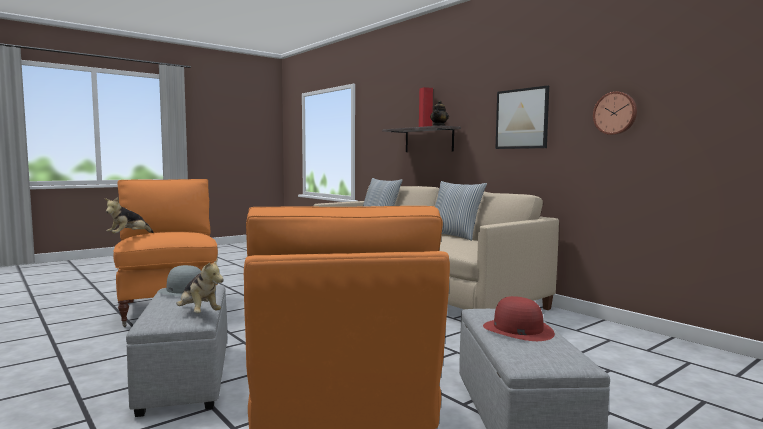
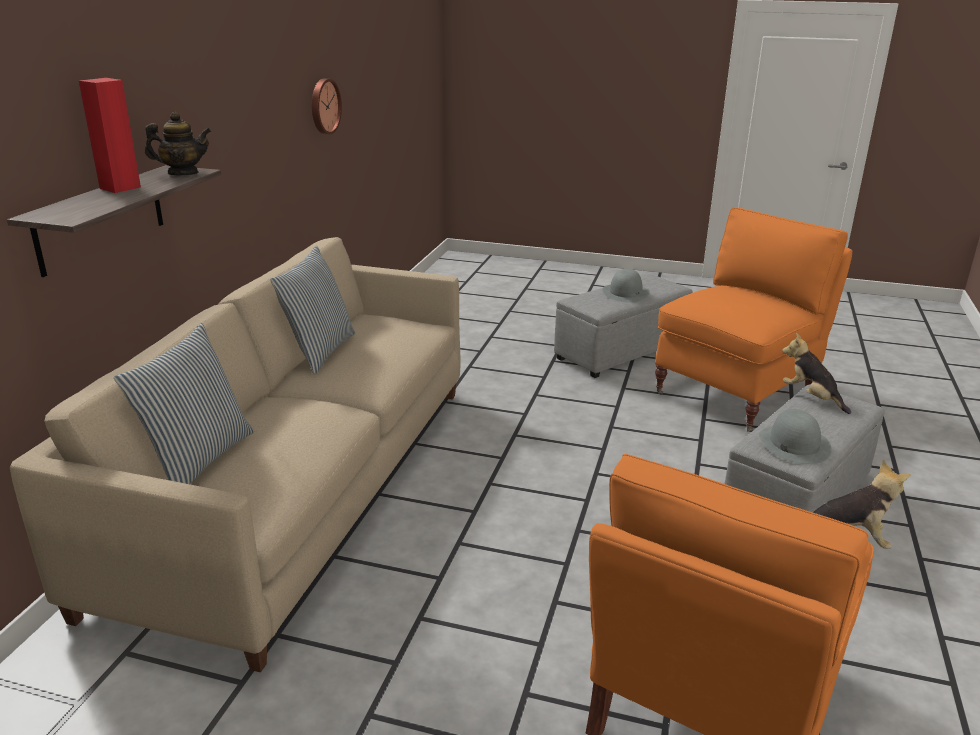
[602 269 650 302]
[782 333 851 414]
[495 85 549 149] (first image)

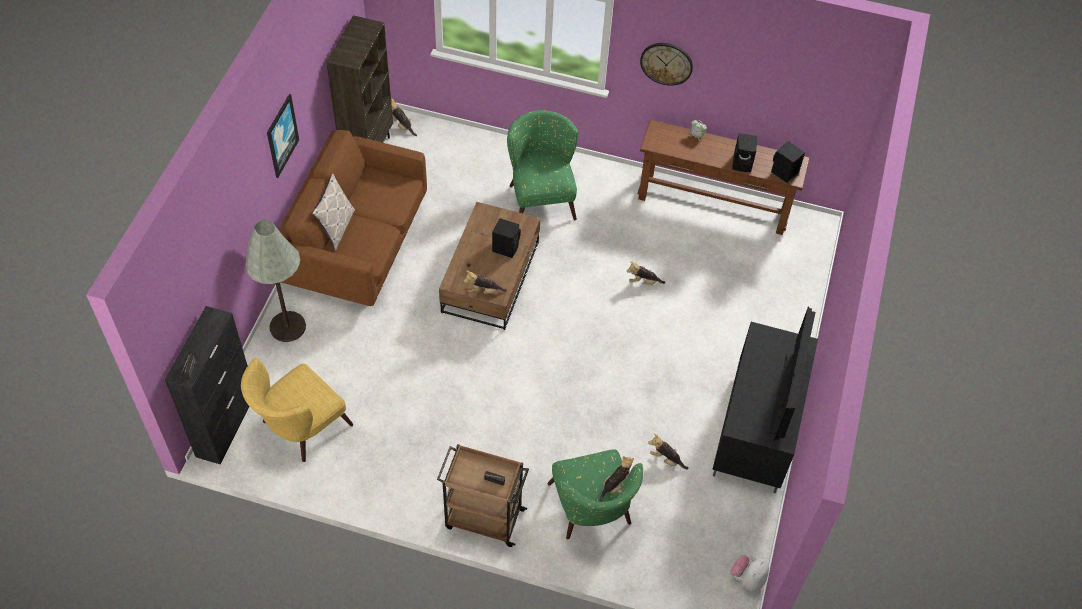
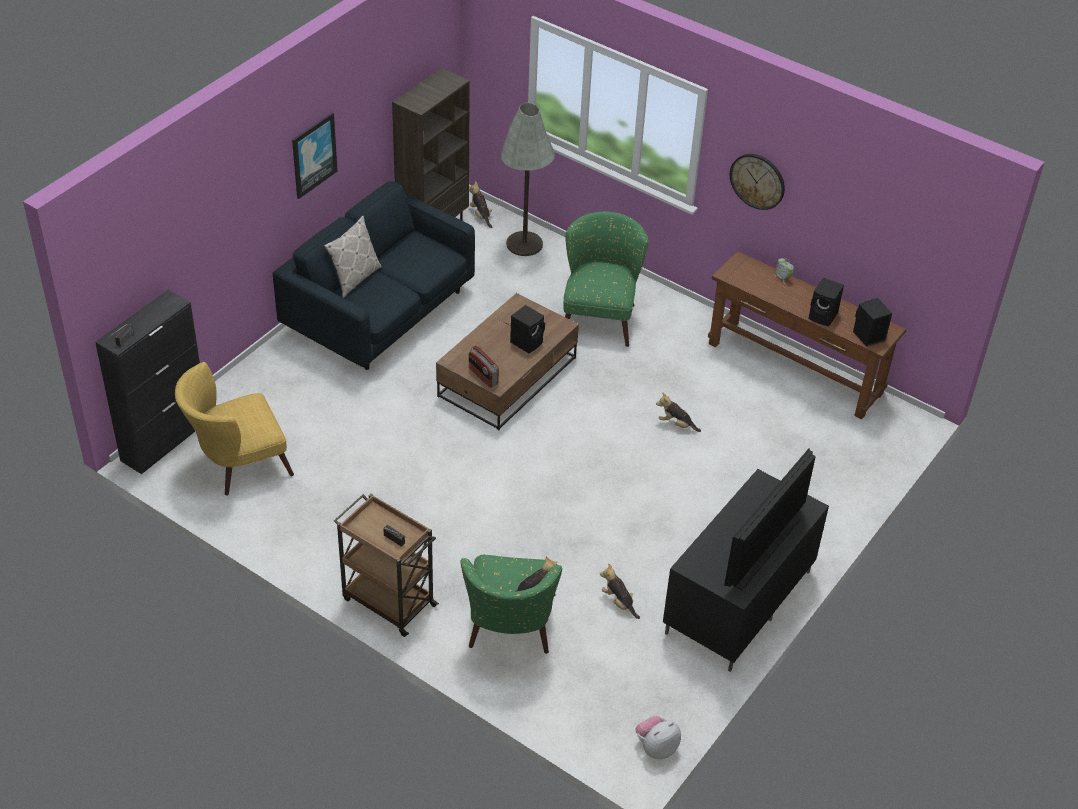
[273 181 475 370]
[469 346 499 388]
[501 103 555 256]

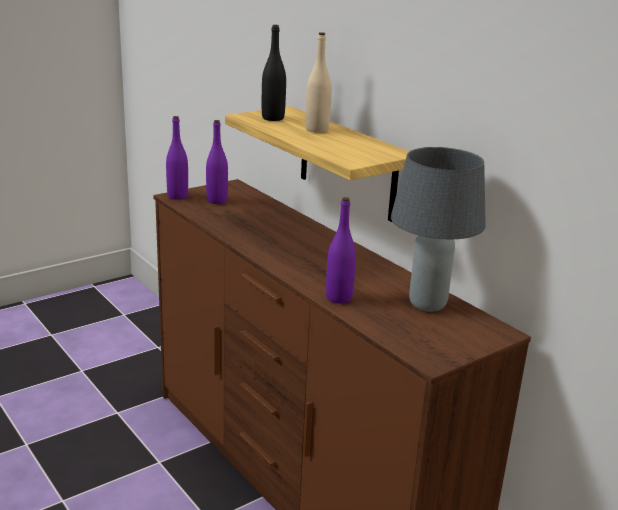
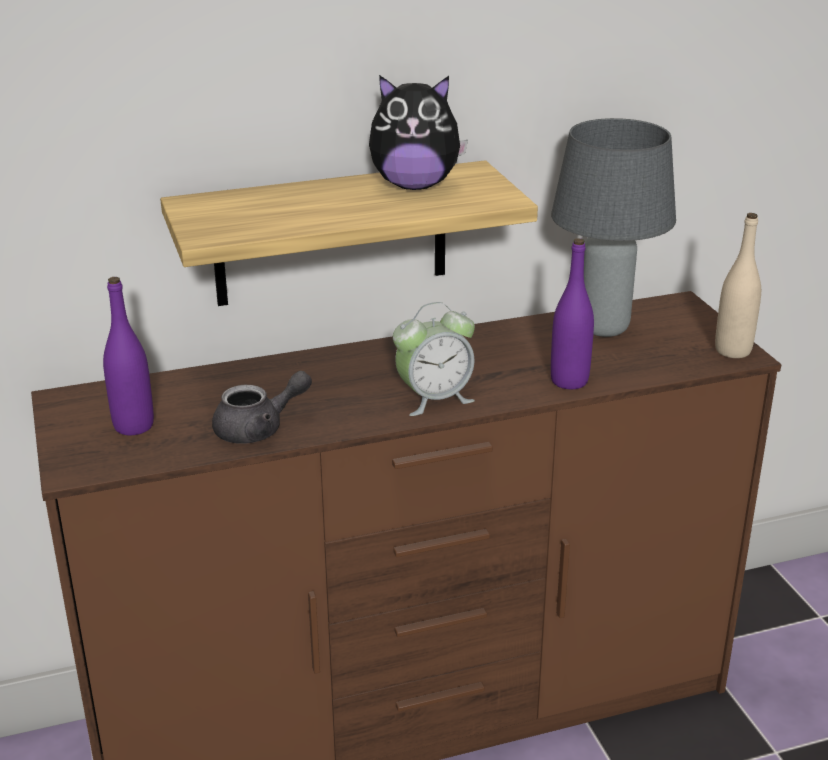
[212 371 312 444]
[369 75 468 190]
[393 302 475 416]
[715 213 761 358]
[166 116 188 200] (first image)
[262 25 286 121] (first image)

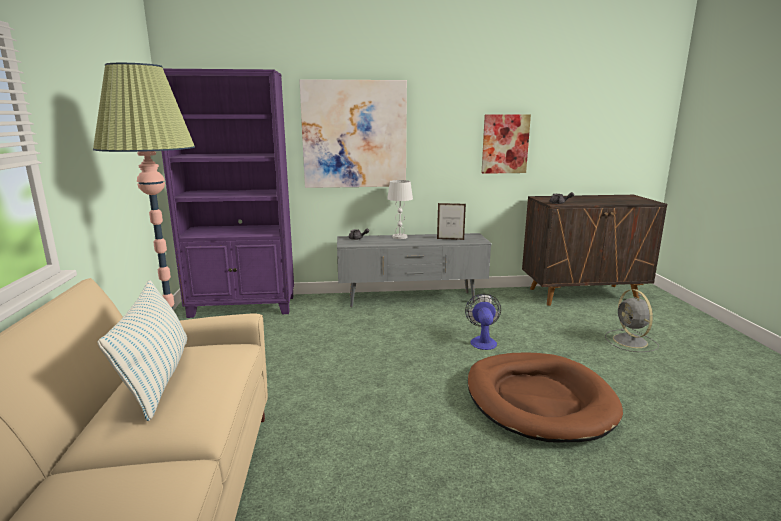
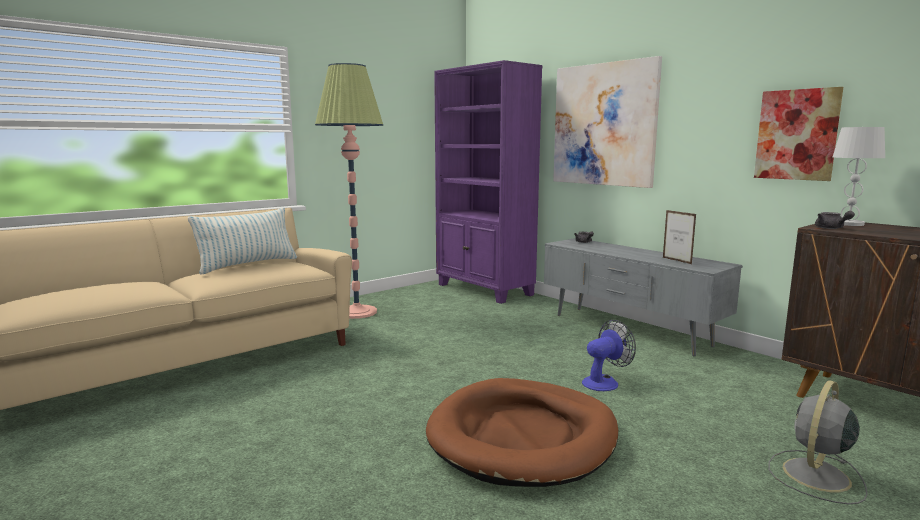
[833 127 885 226]

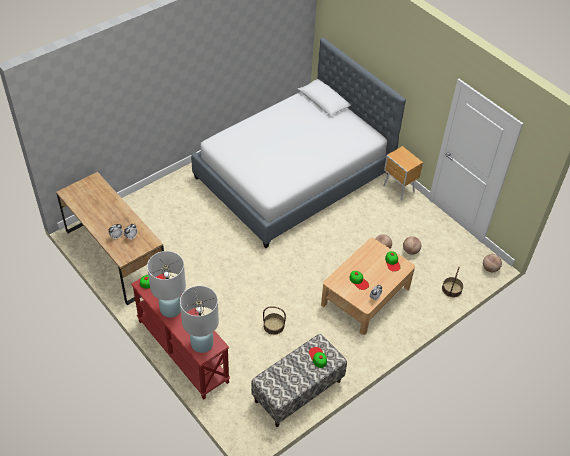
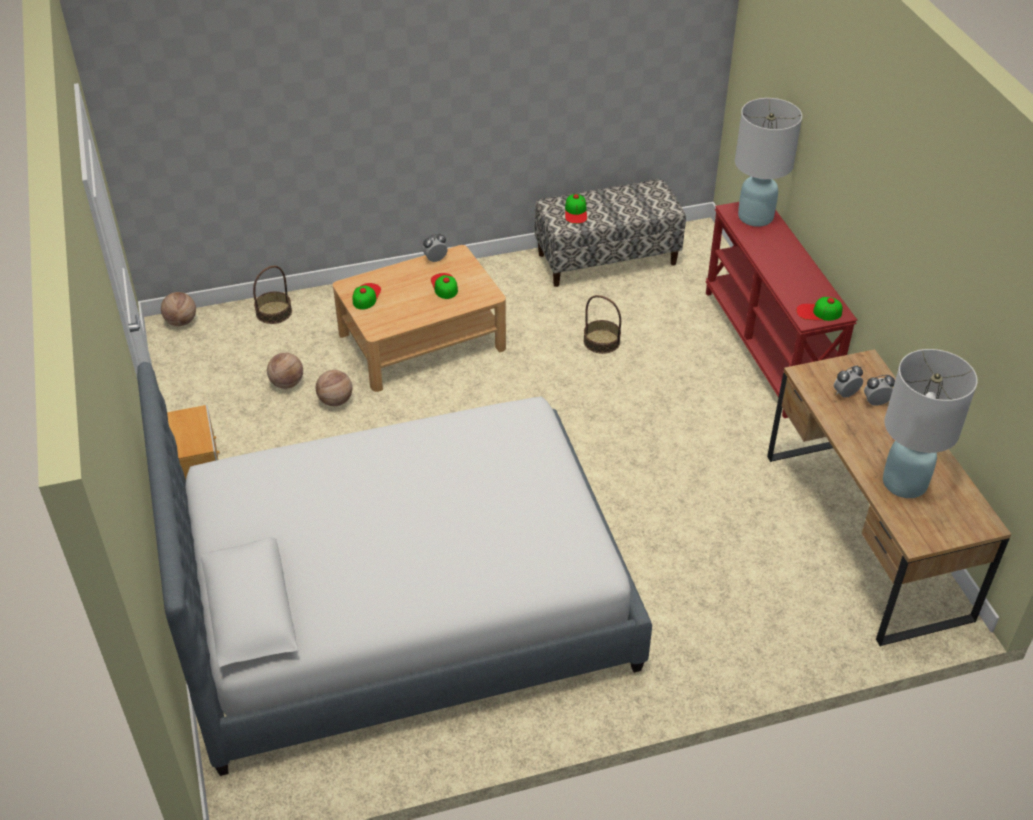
[883 349 978 498]

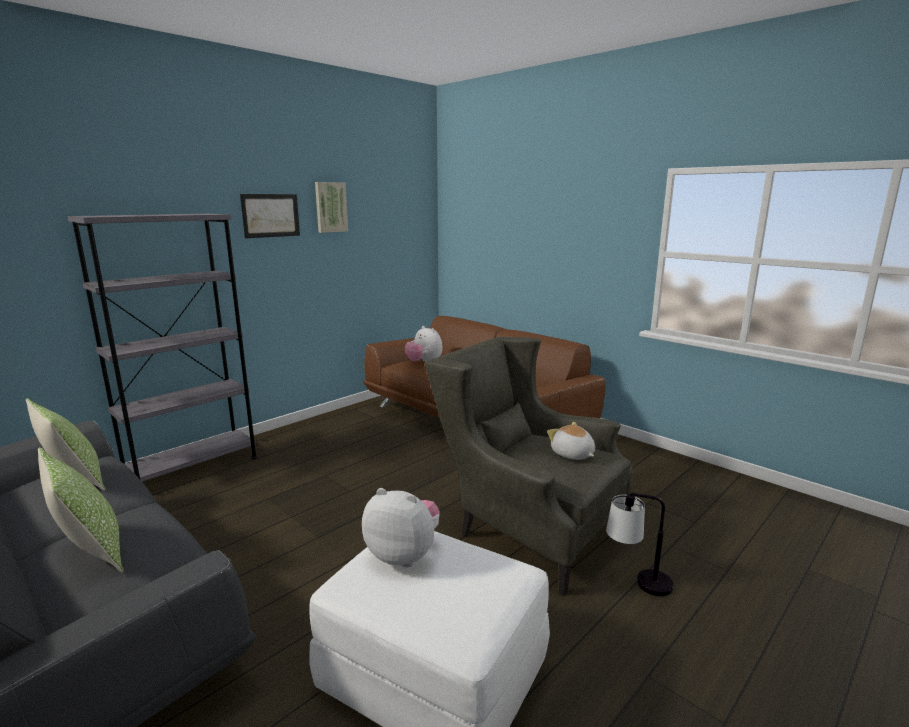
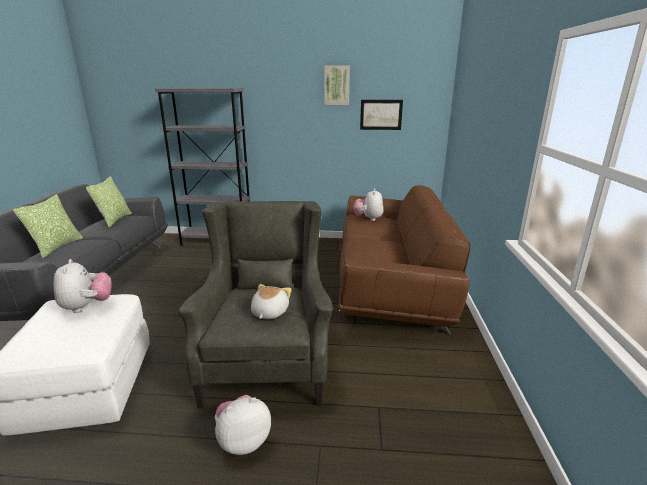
[215 395 271 455]
[360 100 403 130]

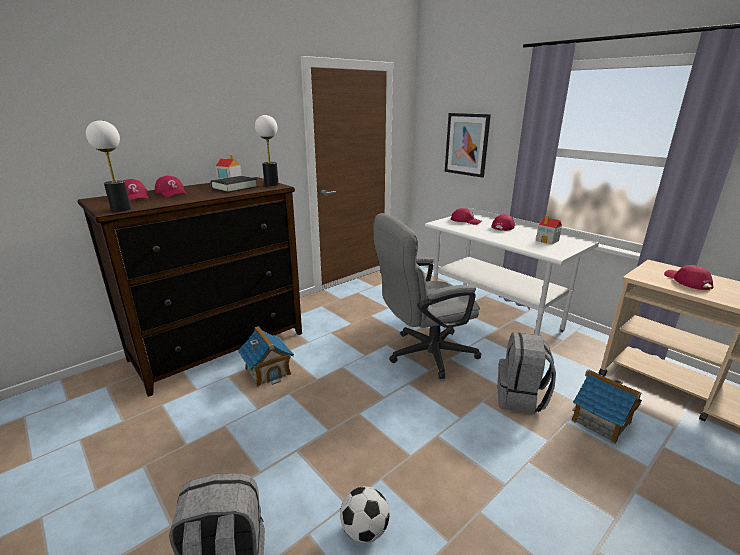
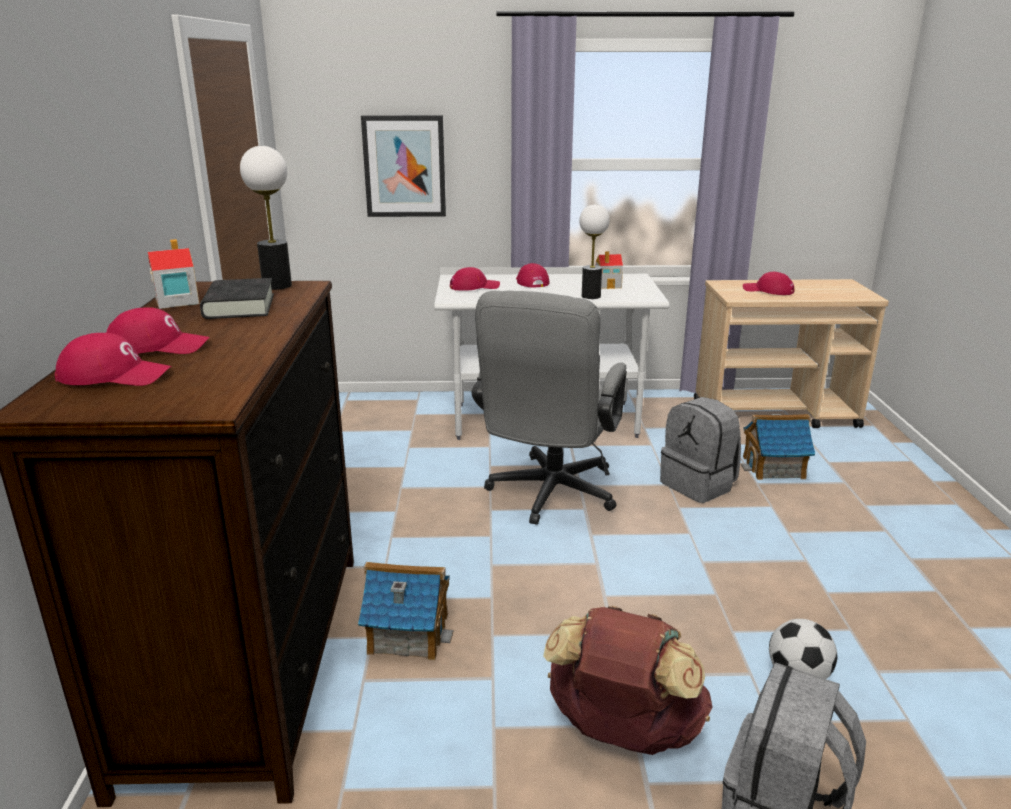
[543 606 712 755]
[579 204 610 299]

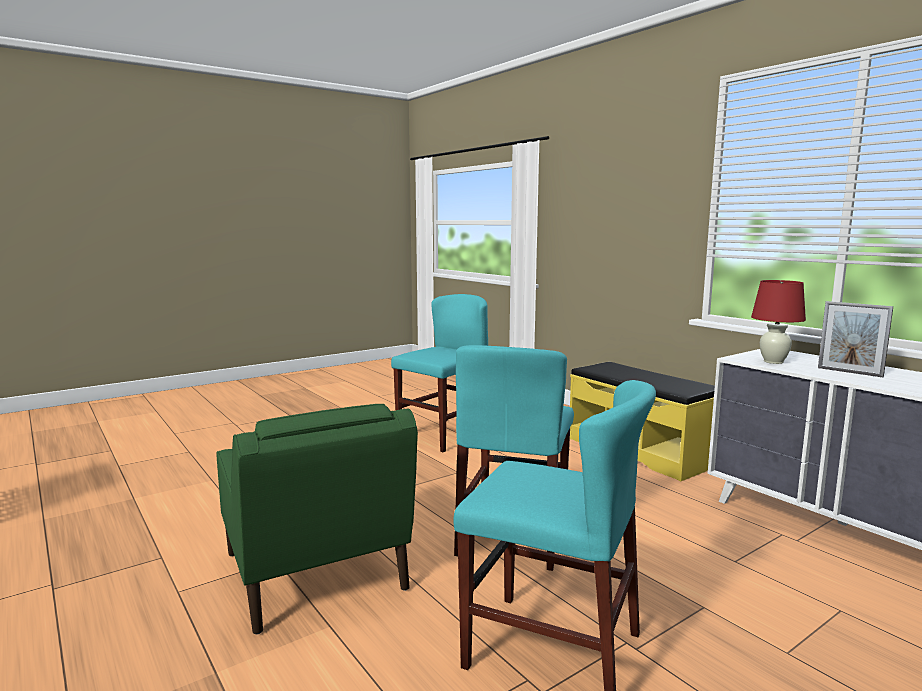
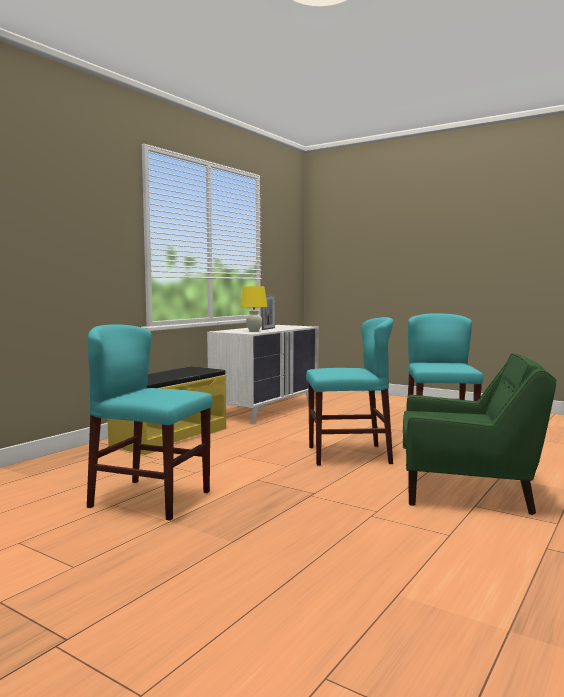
[240 286 268 332]
[403 353 557 515]

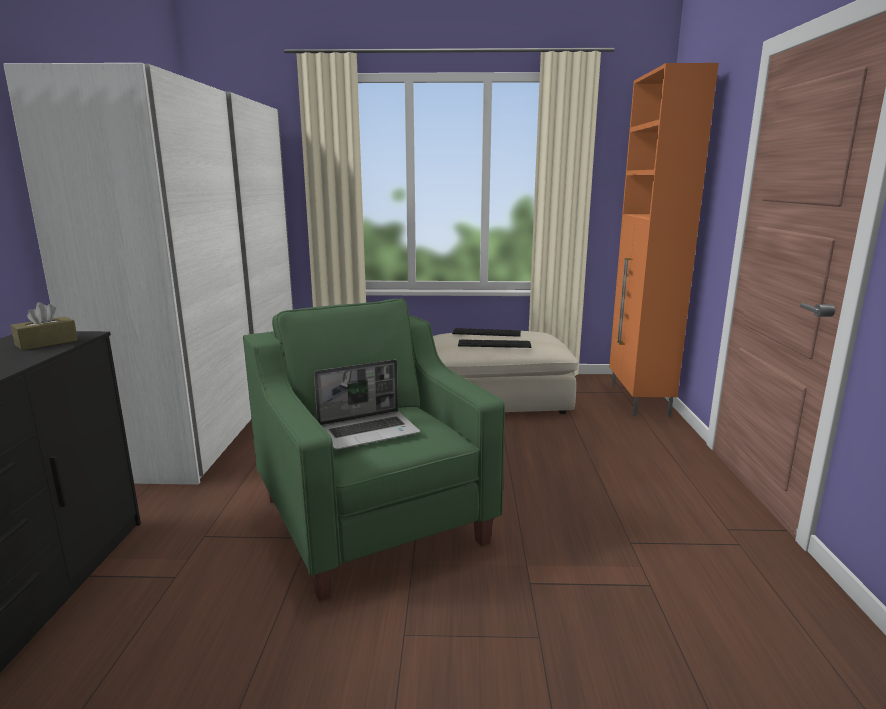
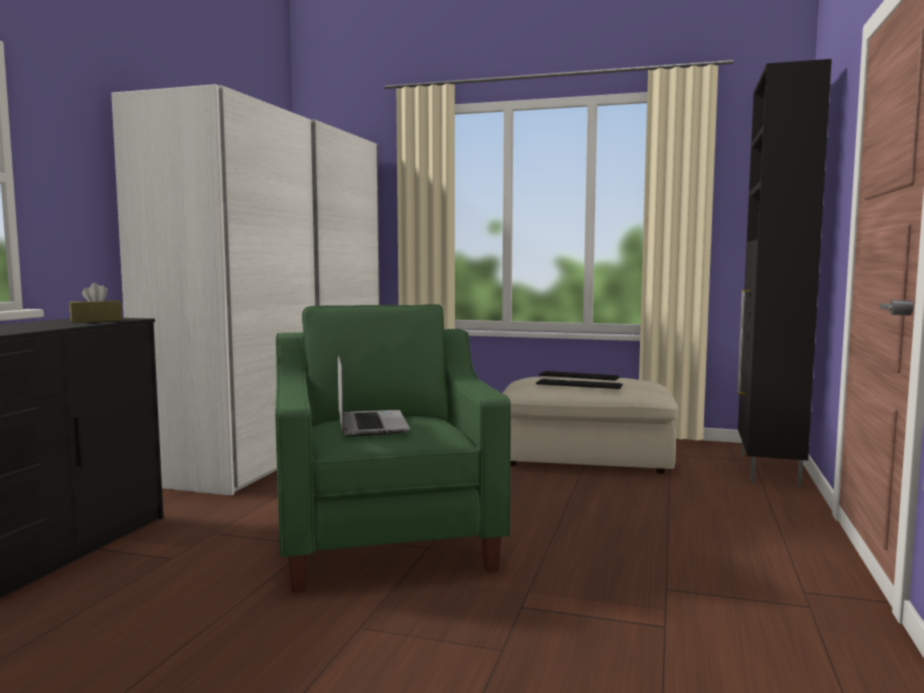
[338 355 410 437]
[737 59 832 486]

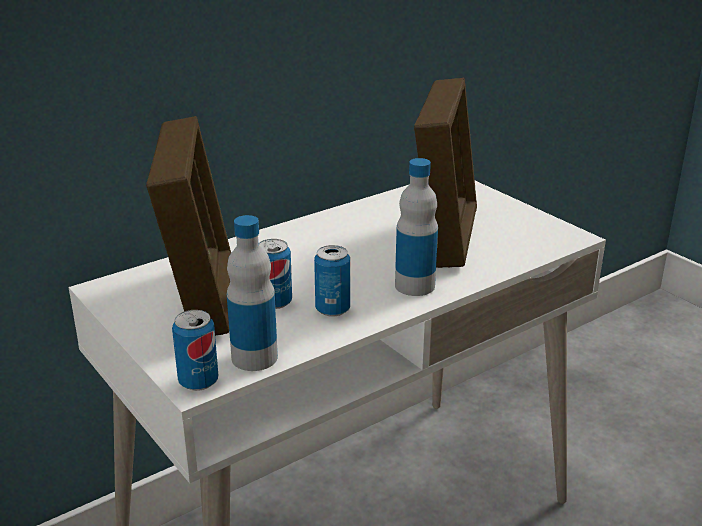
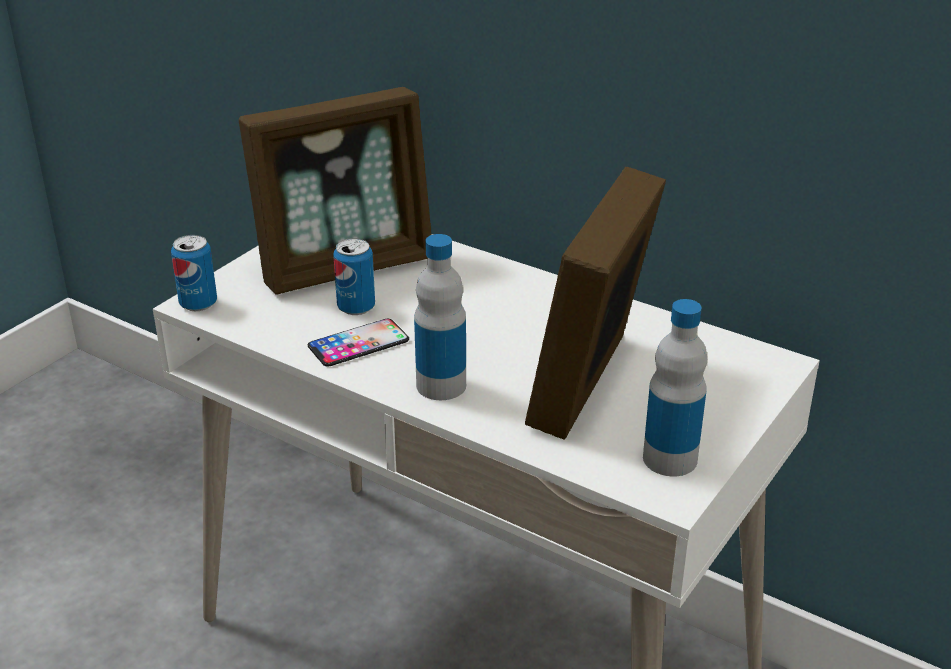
[308 319 409 367]
[525 167 666 440]
[643 299 707 476]

